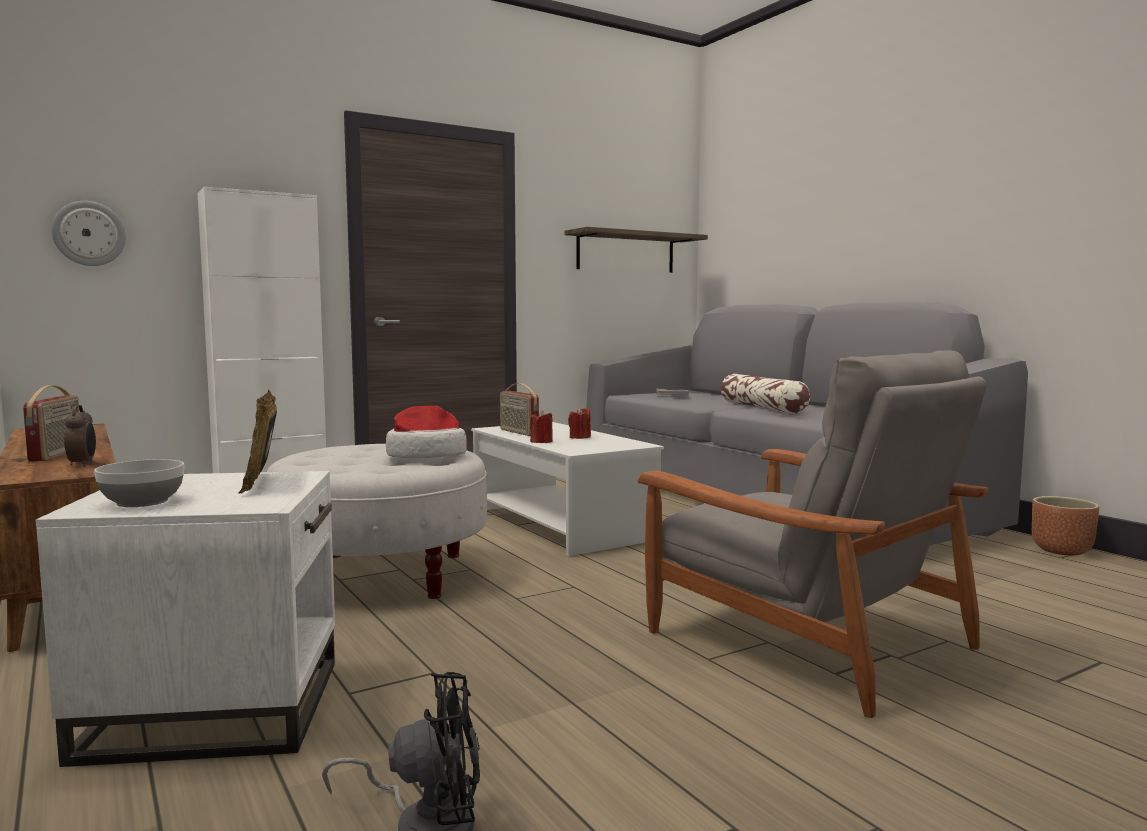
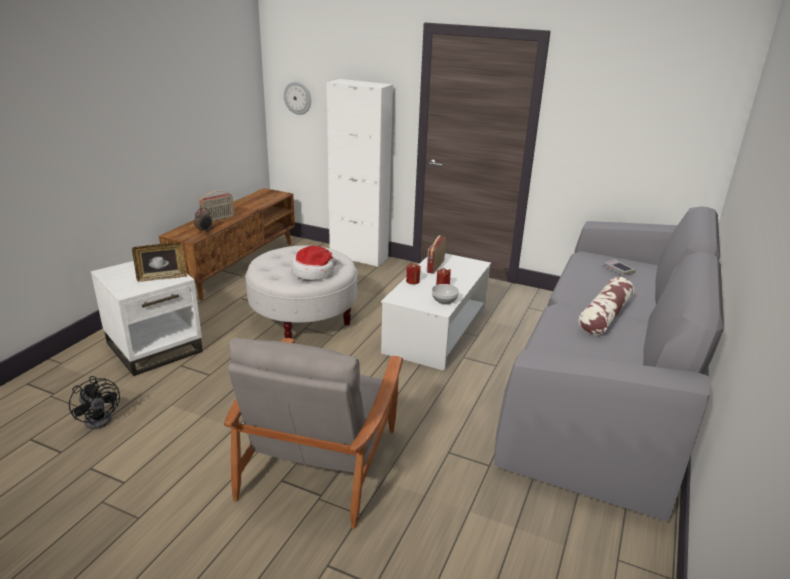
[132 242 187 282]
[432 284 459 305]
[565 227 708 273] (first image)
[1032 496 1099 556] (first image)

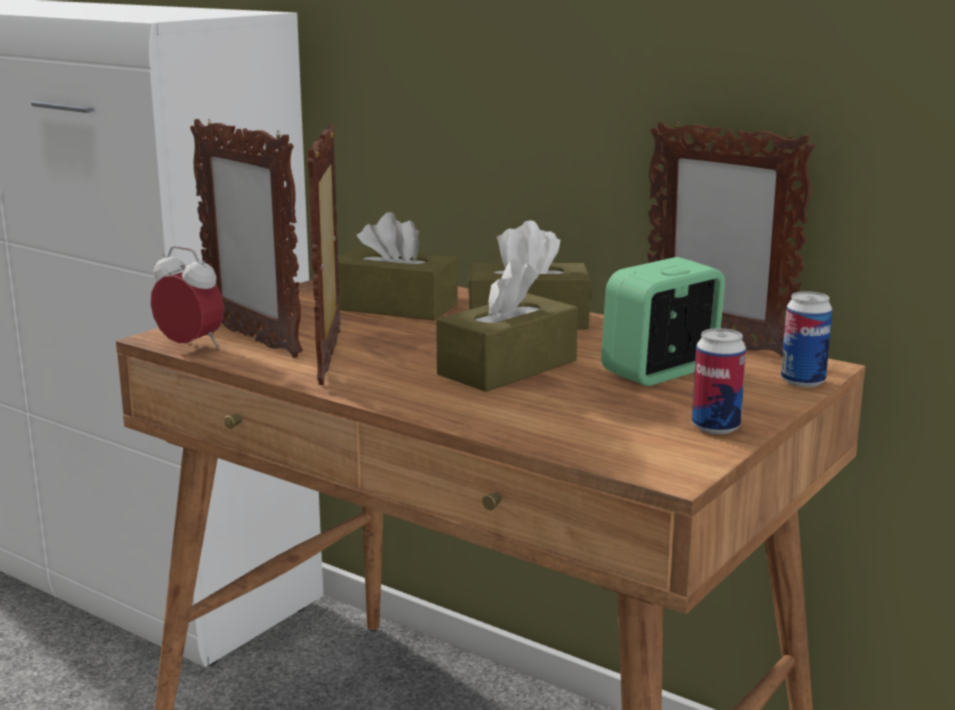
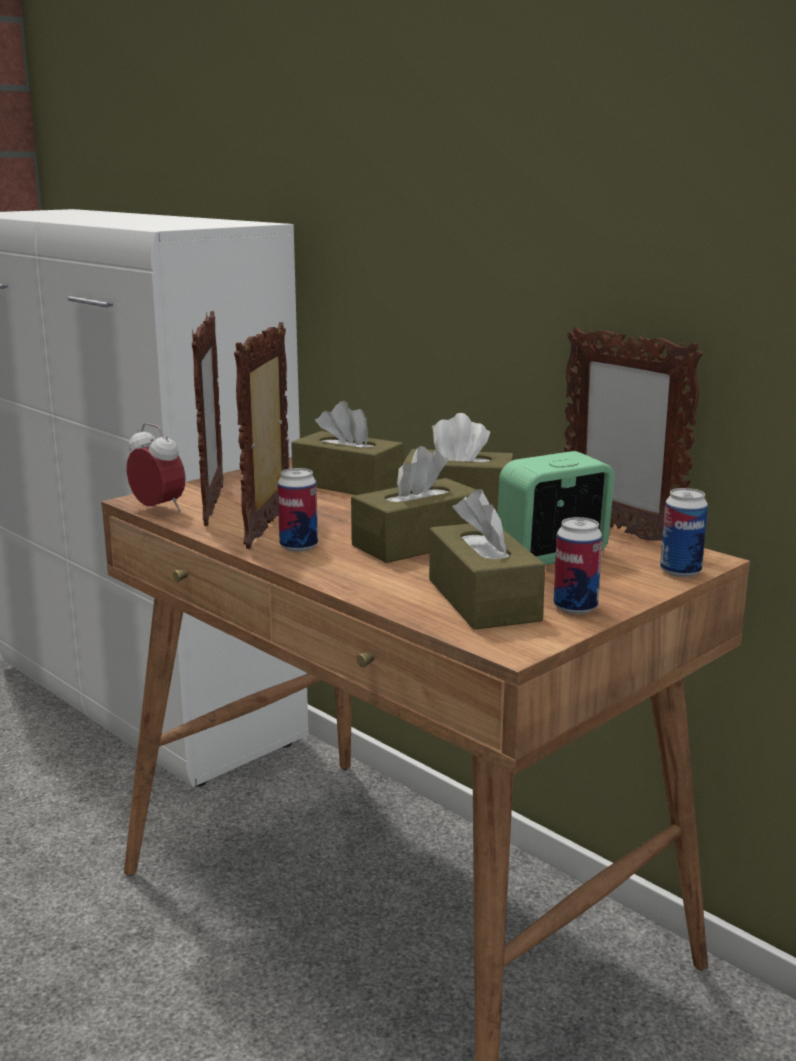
[192 311 224 526]
[277 468 318 552]
[429 489 545 630]

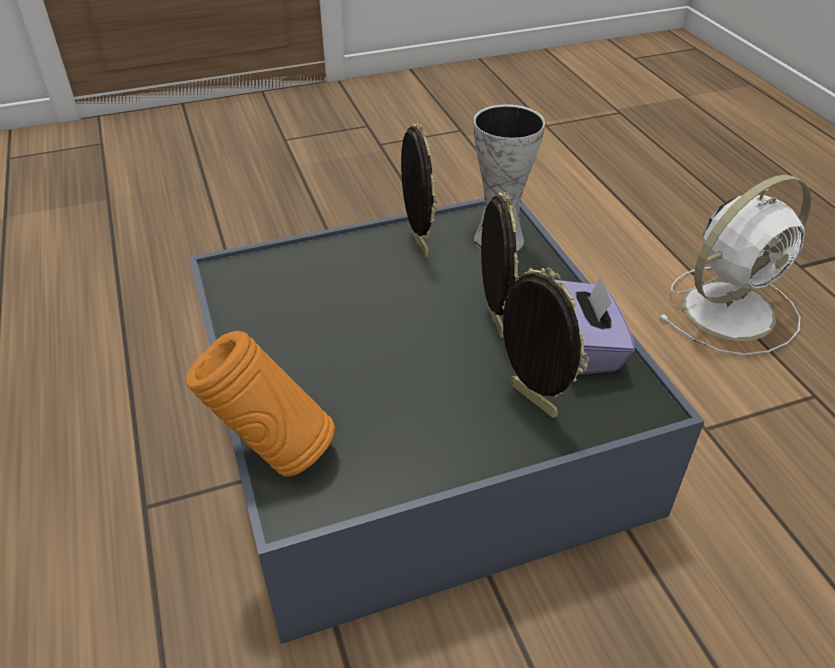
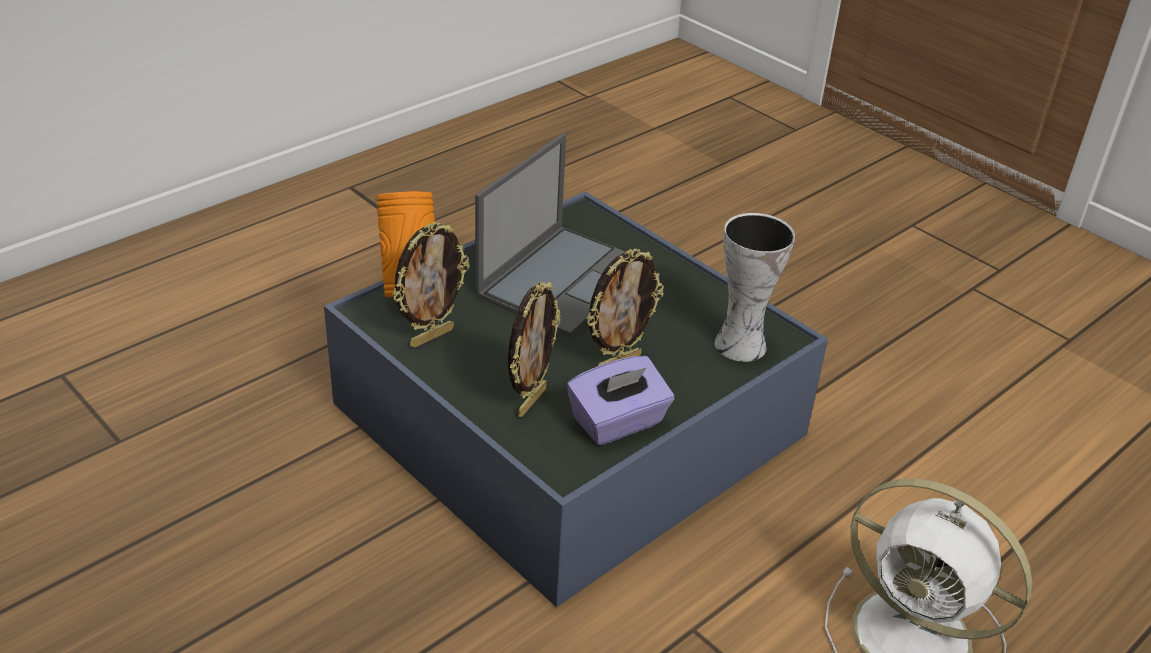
[392 222 469 348]
[475 133 625 337]

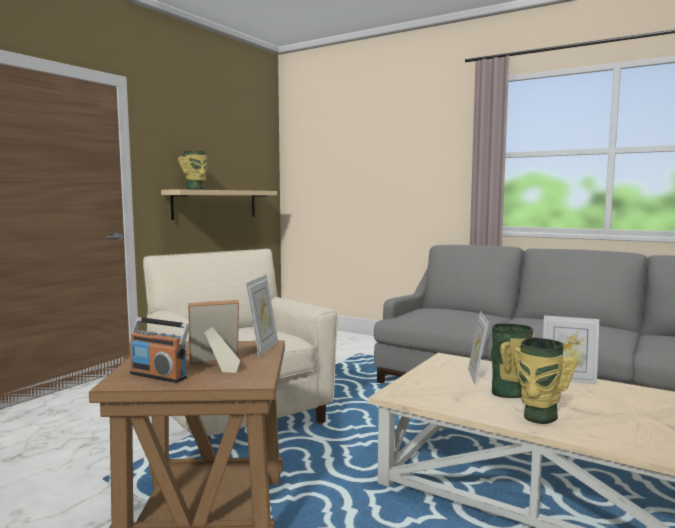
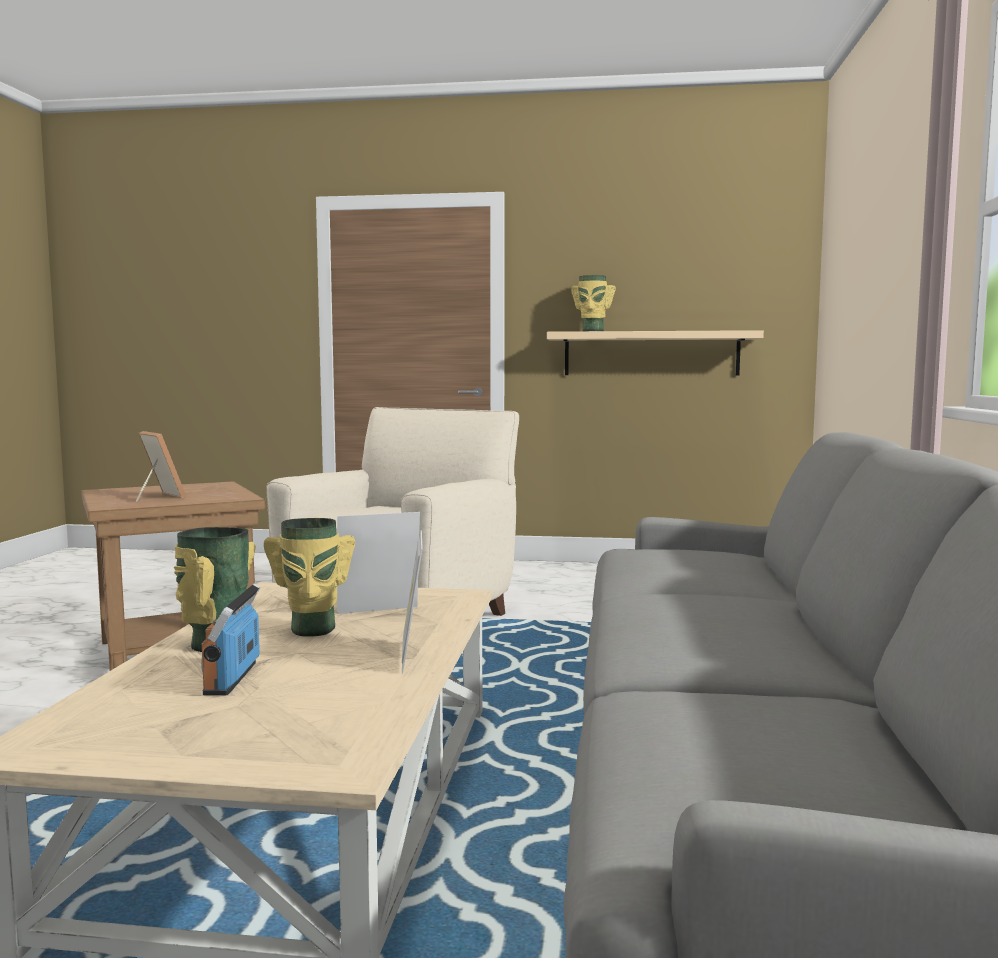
[201 584 260 695]
[246 275 278 358] (first image)

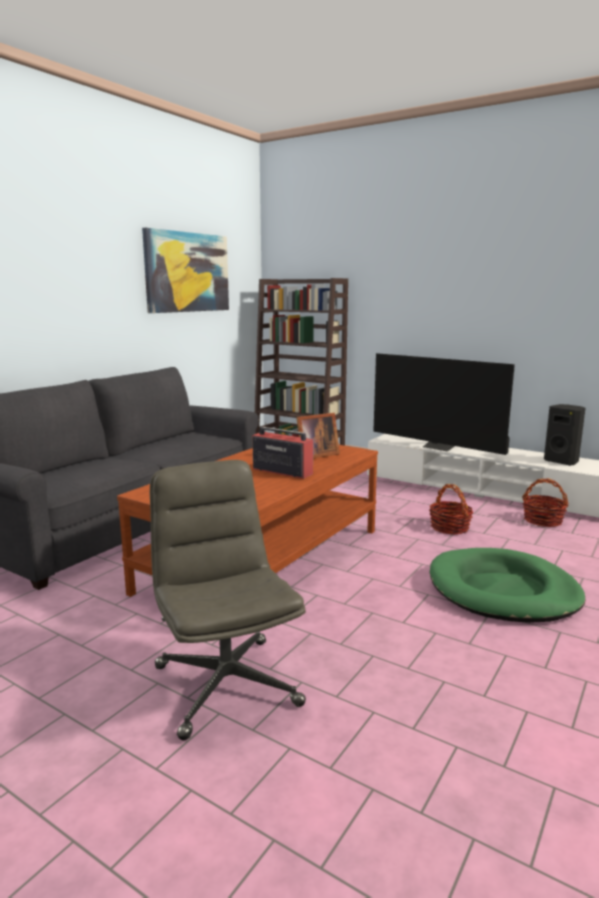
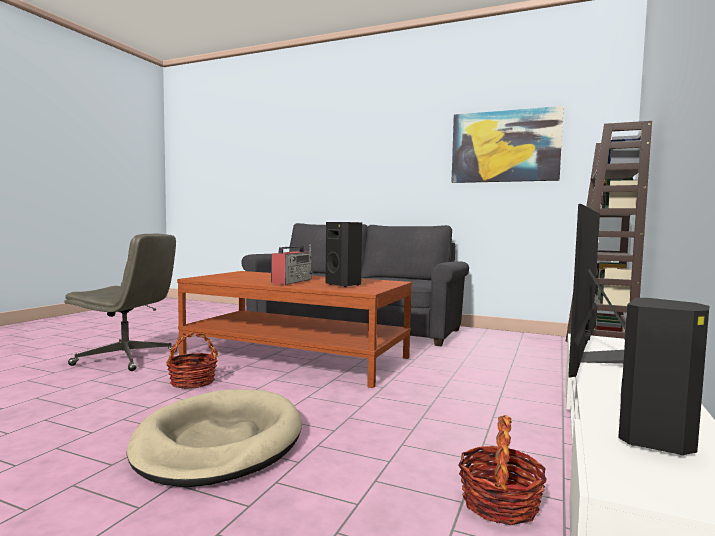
[64 234 177 371]
[126 389 302 487]
[166 332 218 389]
[325 222 362 287]

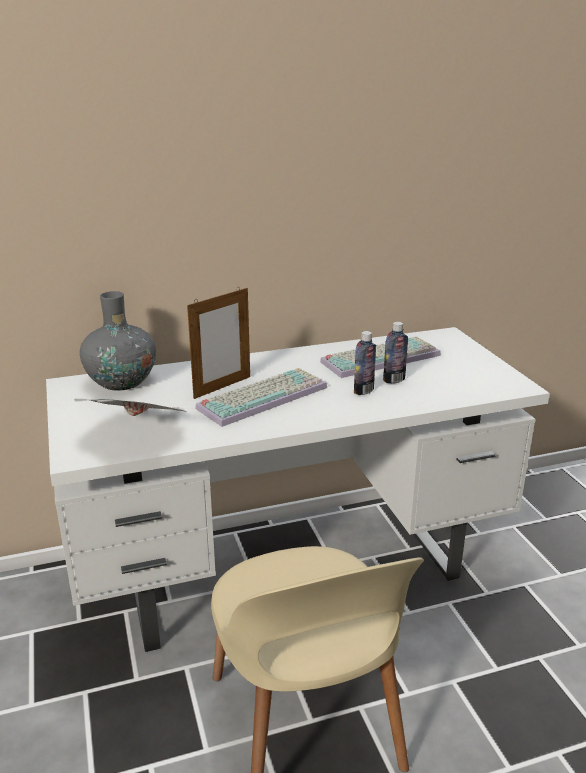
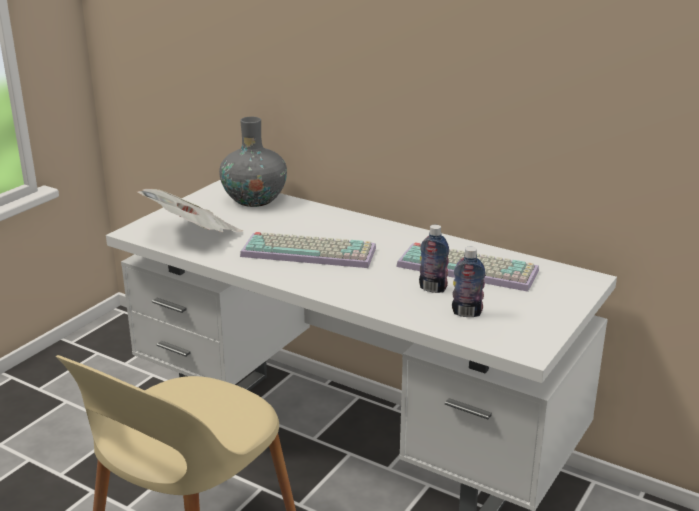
[452 246 486 317]
[187 287 250 399] (first image)

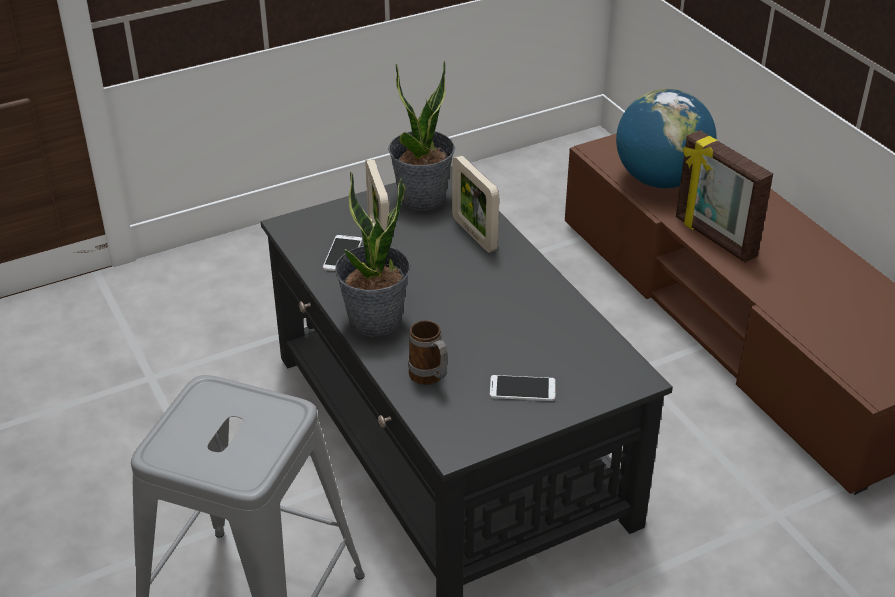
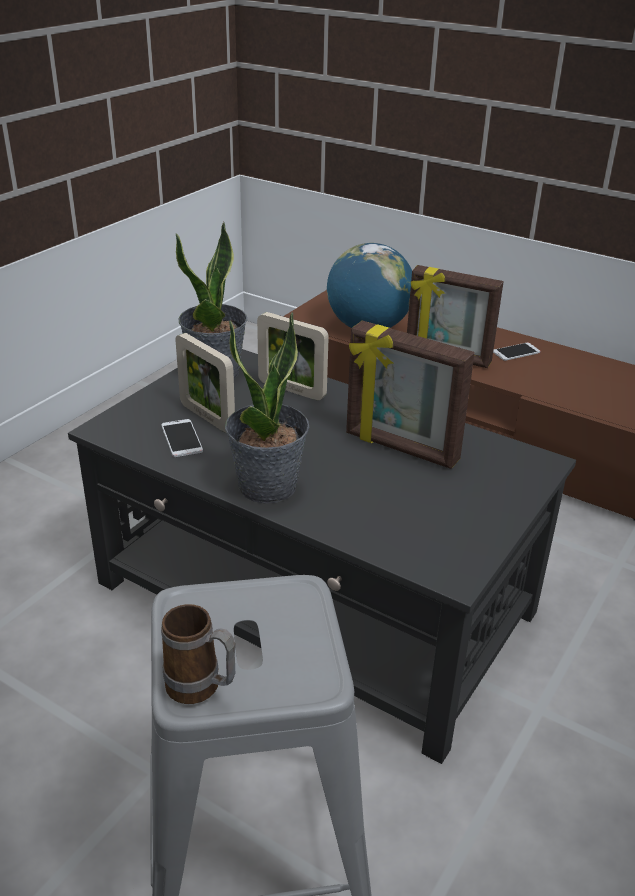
[161 604 236 704]
[346 320 475 469]
[493 343 540 361]

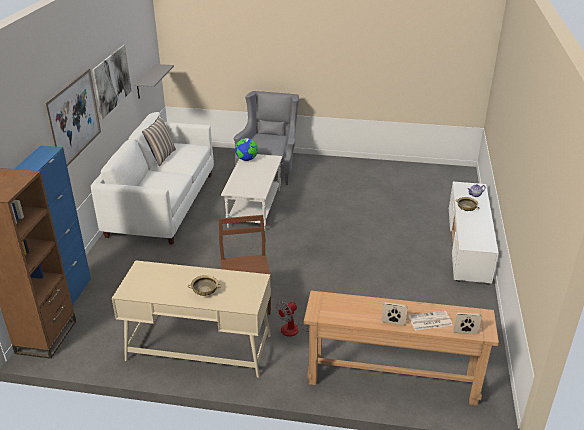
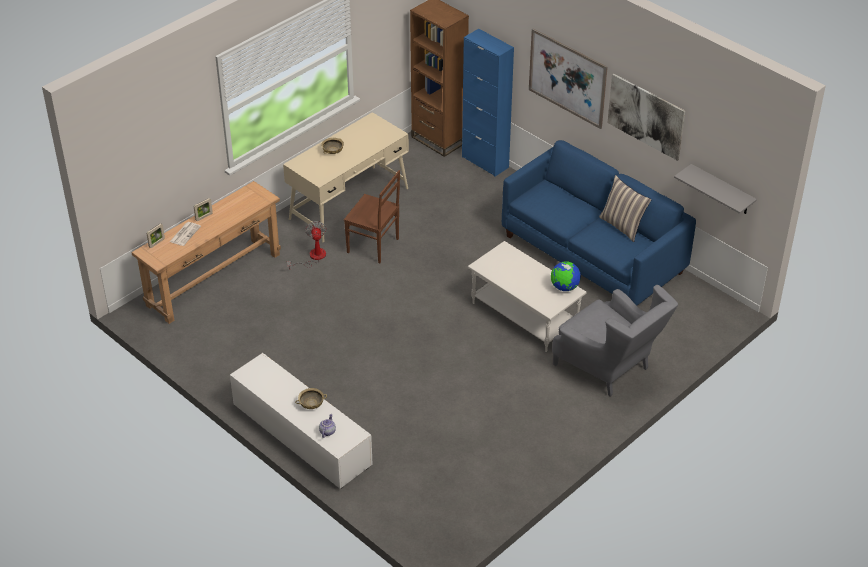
[502 140 696 306]

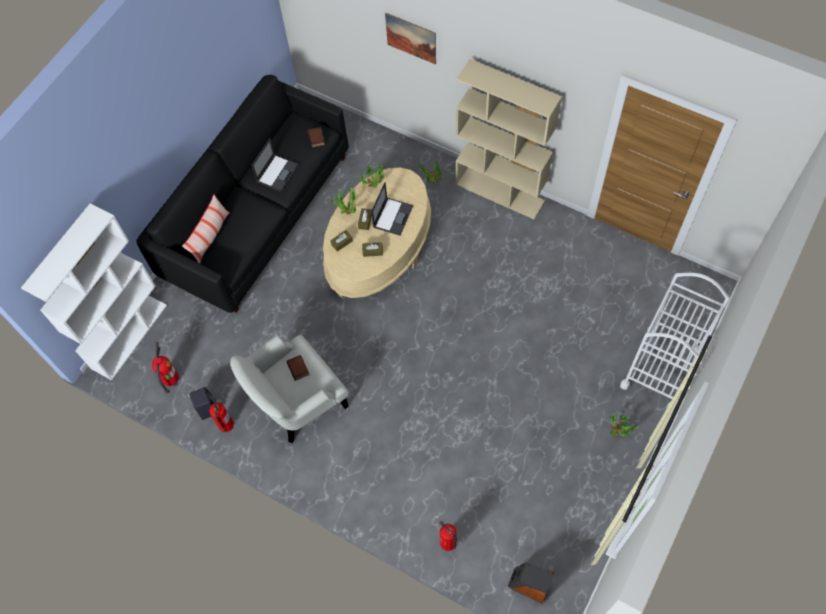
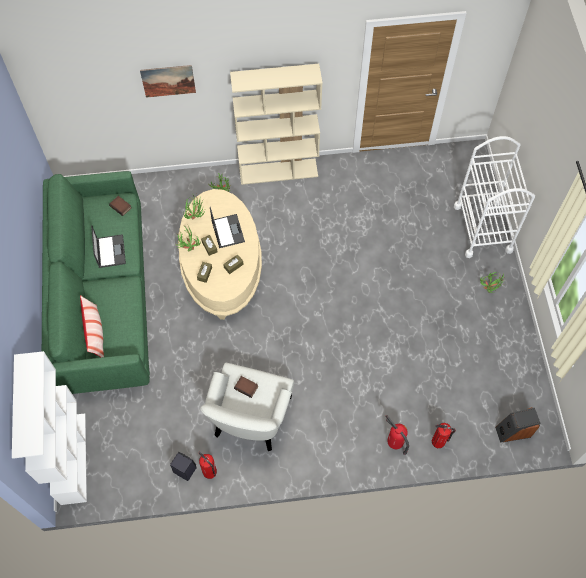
[42 171 150 394]
[385 415 409 455]

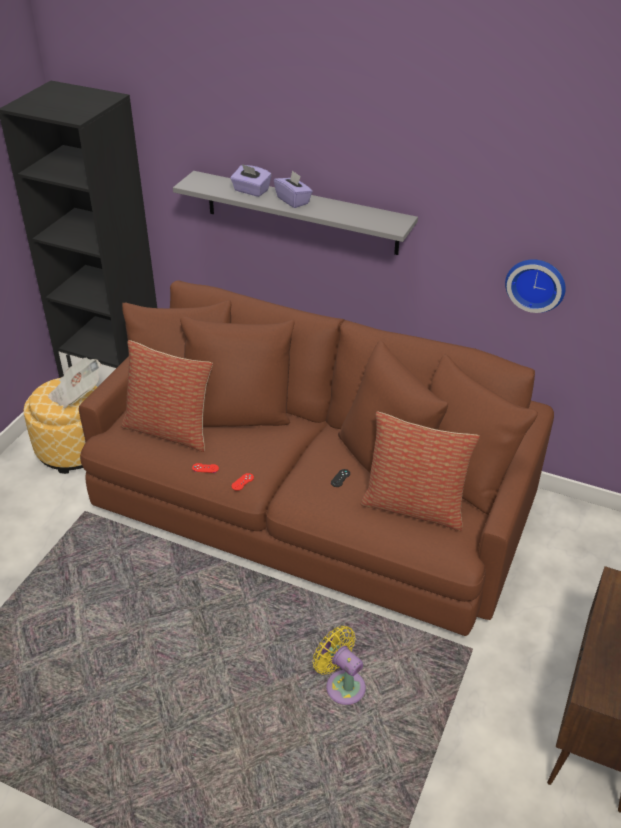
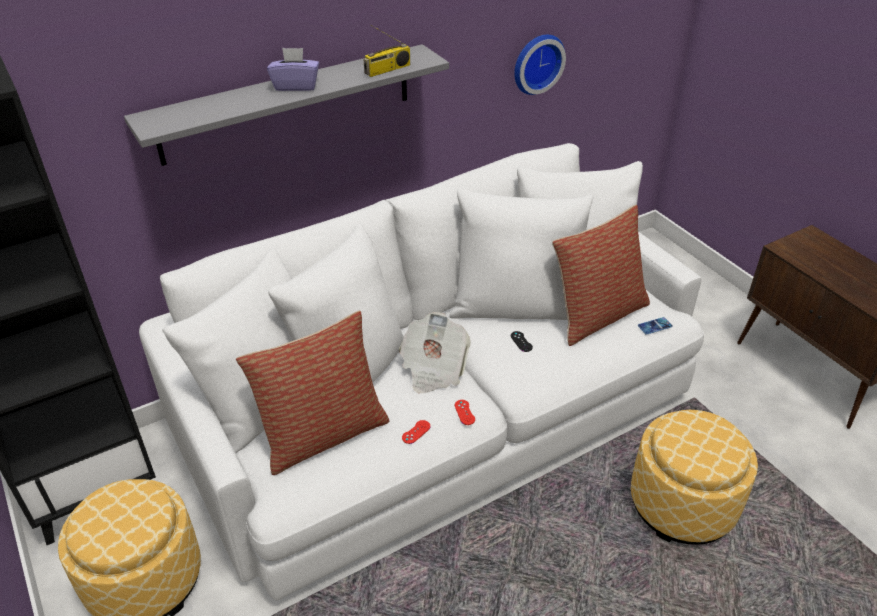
[139 143 704 601]
[364 24 410 77]
[399 312 471 394]
[631 410 758 545]
[638 317 673 335]
[230 164 272 197] (first image)

